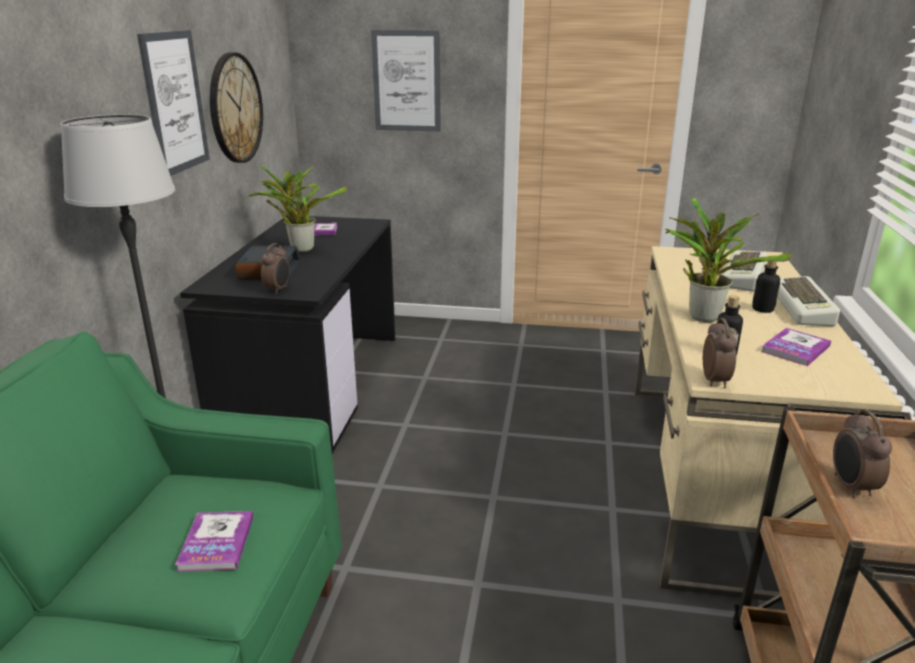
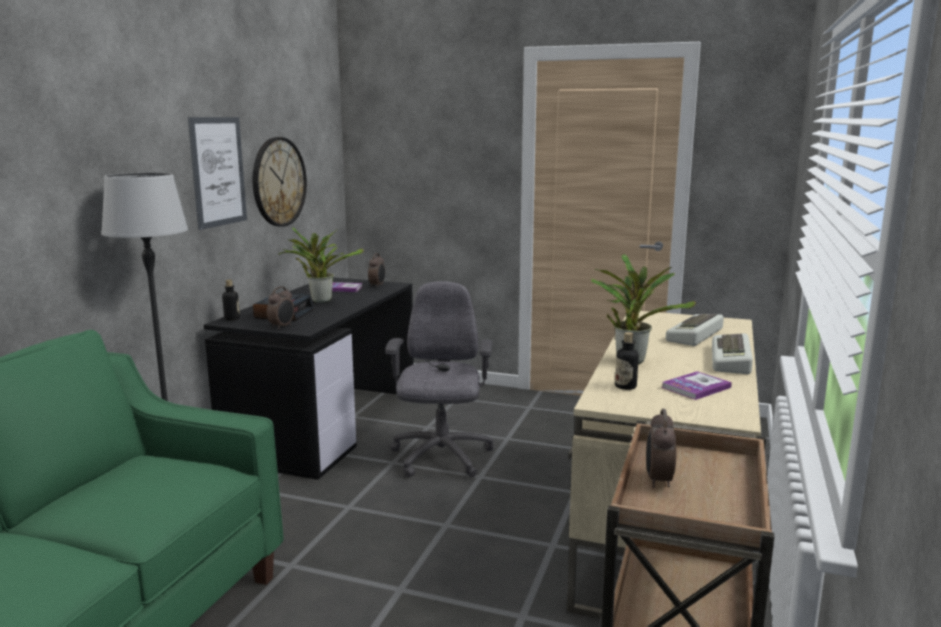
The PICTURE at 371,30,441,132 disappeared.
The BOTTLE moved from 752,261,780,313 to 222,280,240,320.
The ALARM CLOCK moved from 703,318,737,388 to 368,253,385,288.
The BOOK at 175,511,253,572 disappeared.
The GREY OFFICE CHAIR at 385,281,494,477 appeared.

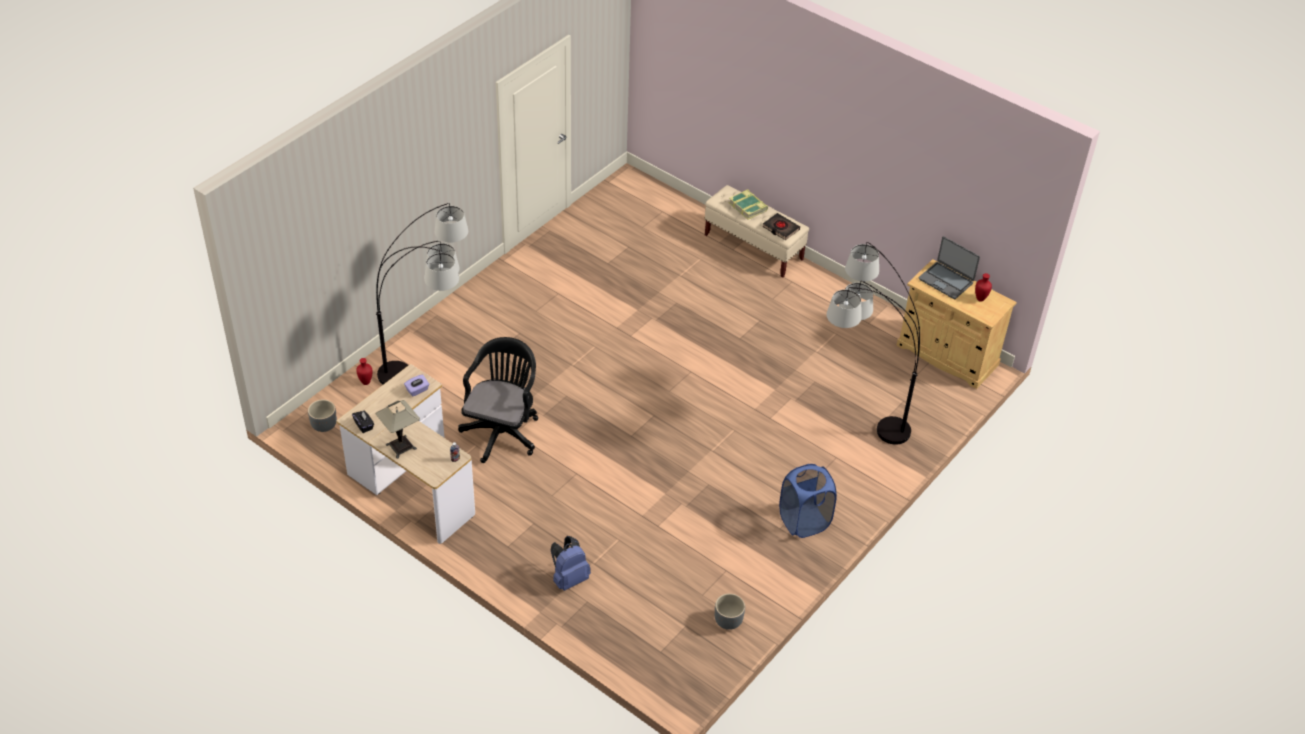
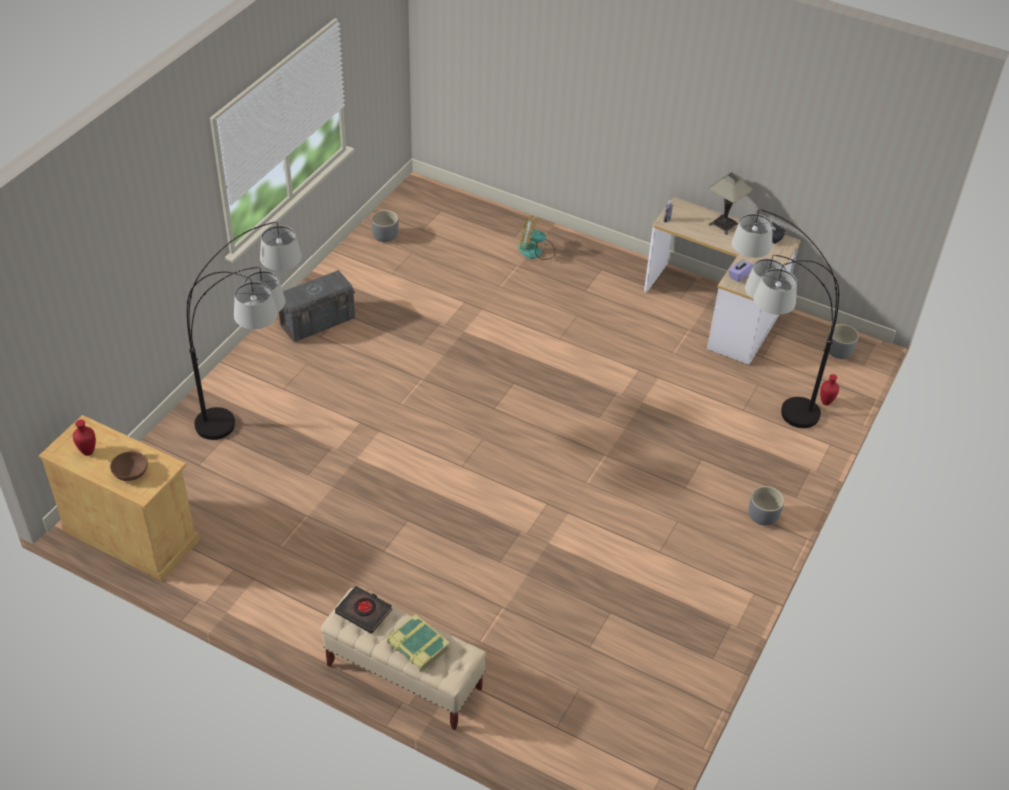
The LAPTOP at 919,236,980,299 was replaced by the BROWN BOWL at 110,451,148,481.
The BLACK OFFICE CHAIR at 458,337,538,463 disappeared.
The BLUE LAUNDRY BASKET at 779,464,837,538 was replaced by the GREY STORAGE BOX at 279,270,355,342.
The BLUE BACKPACK at 551,536,591,591 was replaced by the FAN at 518,215,555,260.
The GREY PLANTER at 748,486,784,526 appeared.

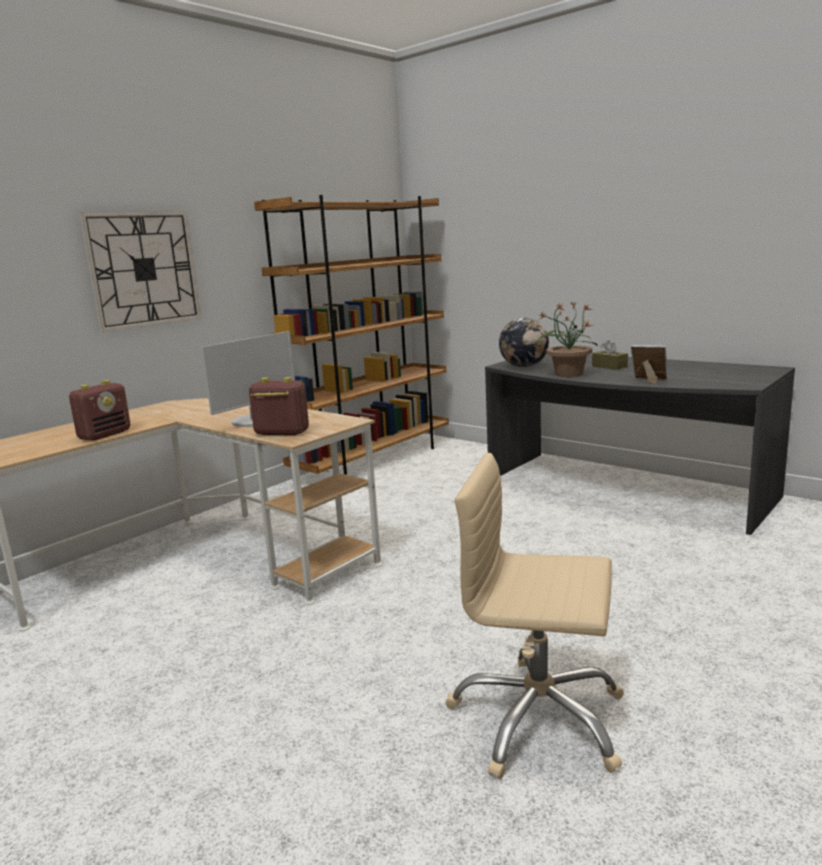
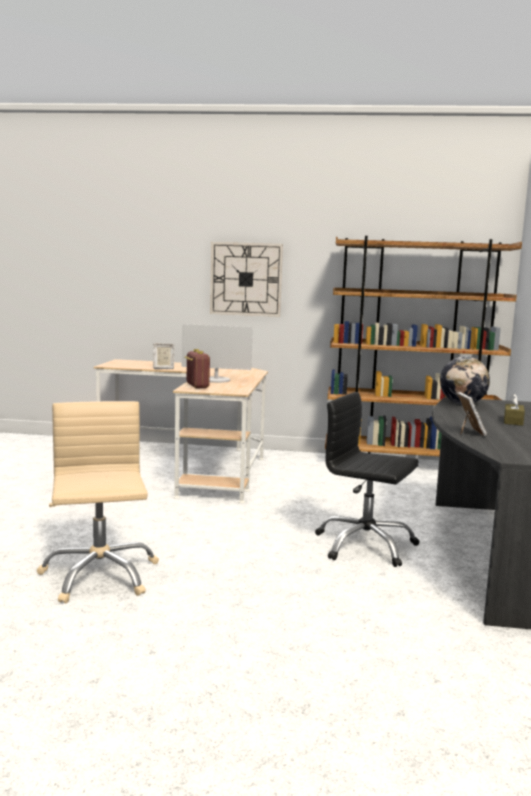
The POTTED PLANT at 538,302,597,377 disappeared.
The RADIO at 69,380,131,441 was replaced by the PICTURE FRAME at 153,343,175,369.
The BLACK OFFICE CHAIR at 315,392,419,567 appeared.

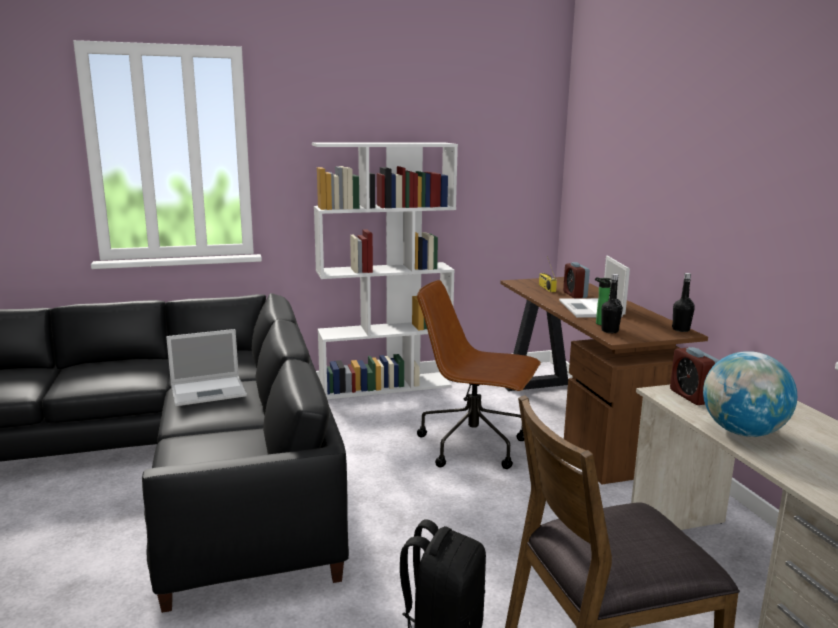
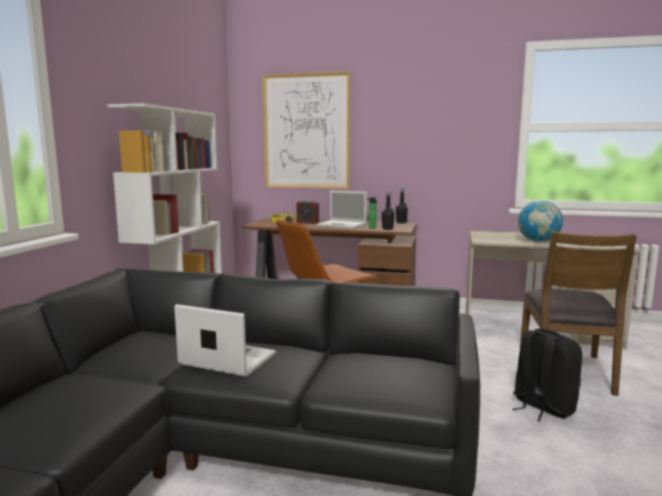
The LAPTOP at 166,329,247,406 turned 75 degrees counterclockwise.
The ALARM CLOCK at 670,347,719,405 disappeared.
The PICTURE at 262,72,351,189 appeared.

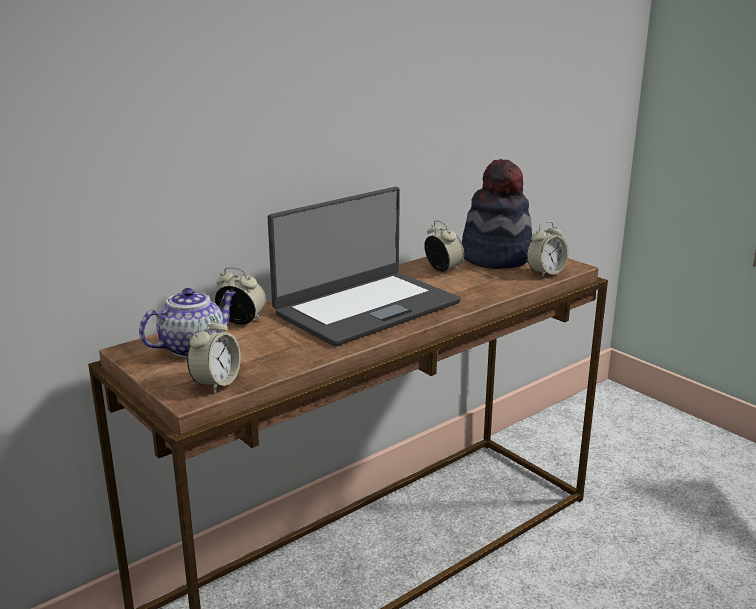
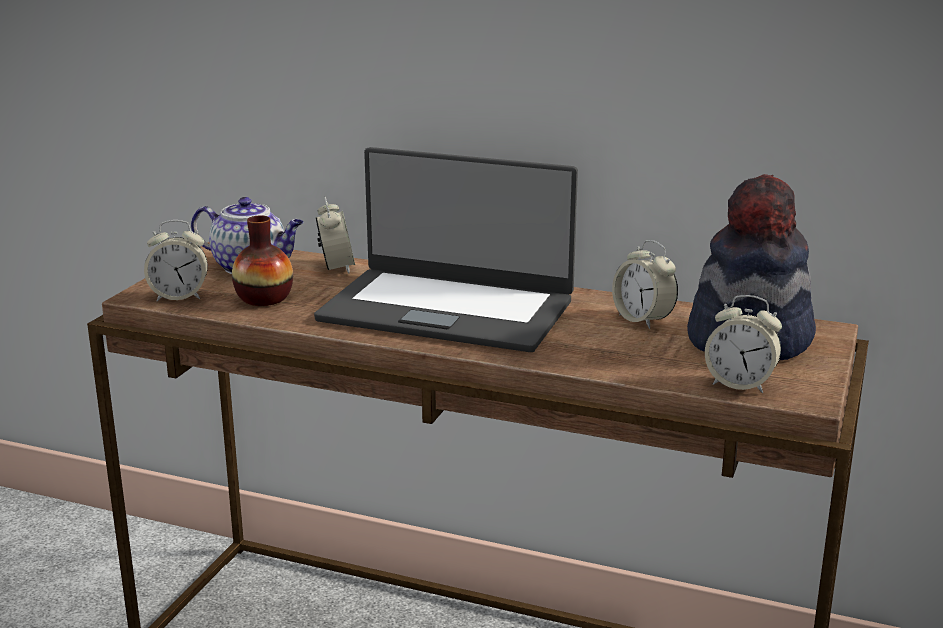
The ALARM CLOCK at 424,221,464,272 turned 120 degrees clockwise.
The VASE at 232,215,293,306 appeared.

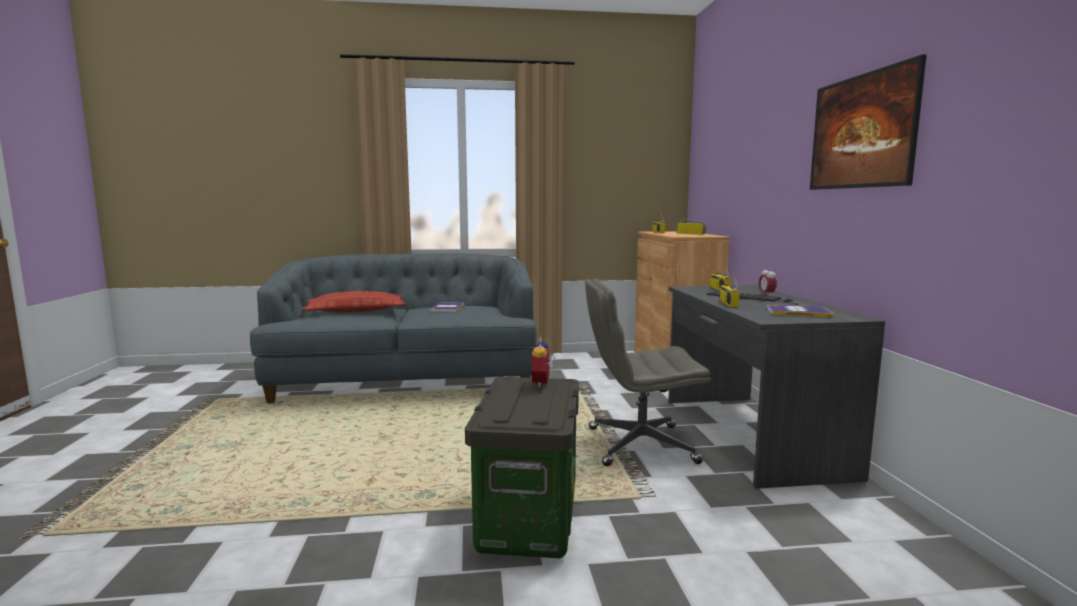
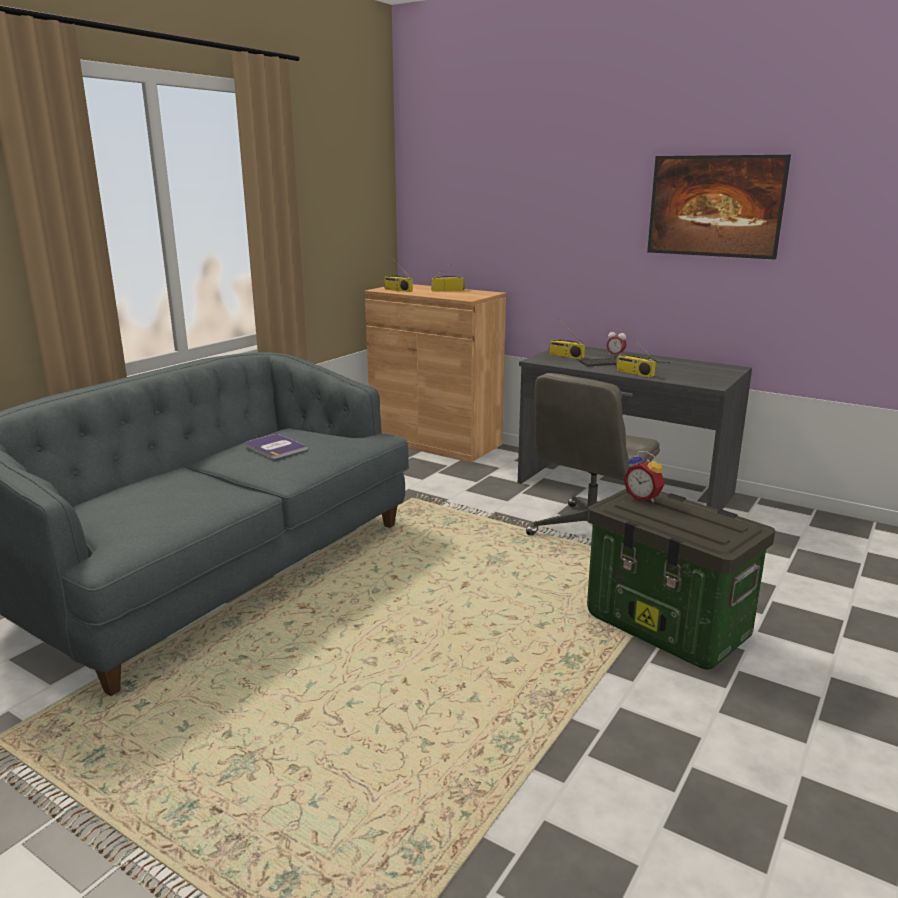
The PILLOW at 302,291,407,312 disappeared.
The BOOK at 767,304,834,317 disappeared.

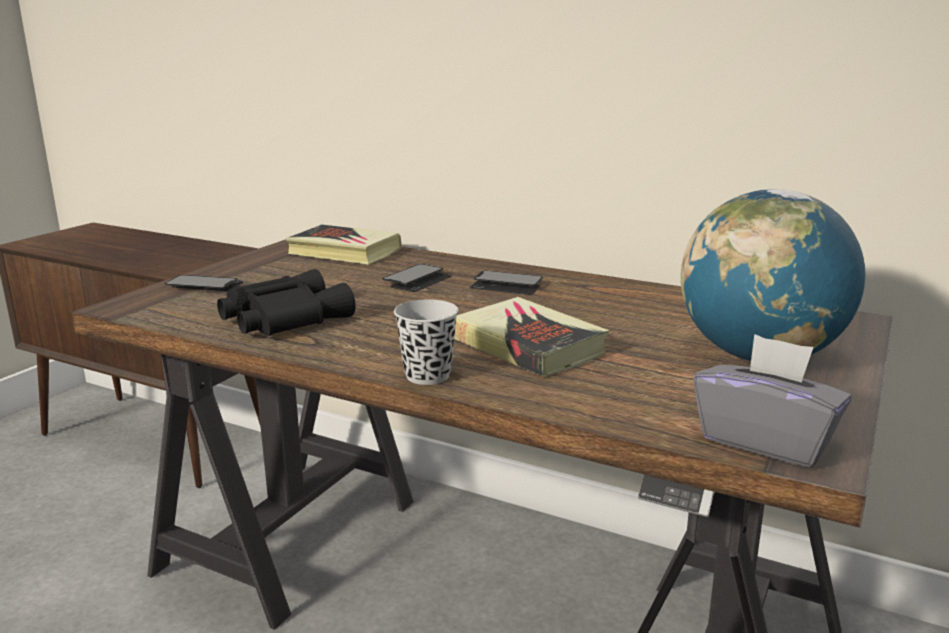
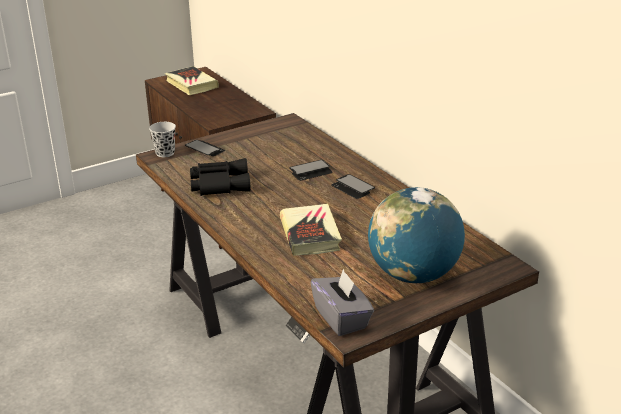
The BOOK moved from 285,225,402,265 to 165,66,219,95.
The BLACK CUP moved from 394,299,459,385 to 149,122,176,157.

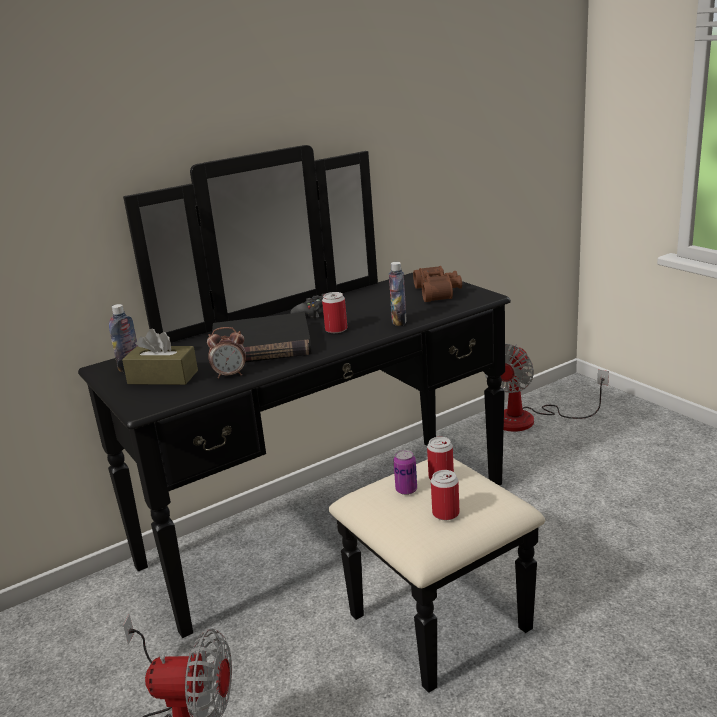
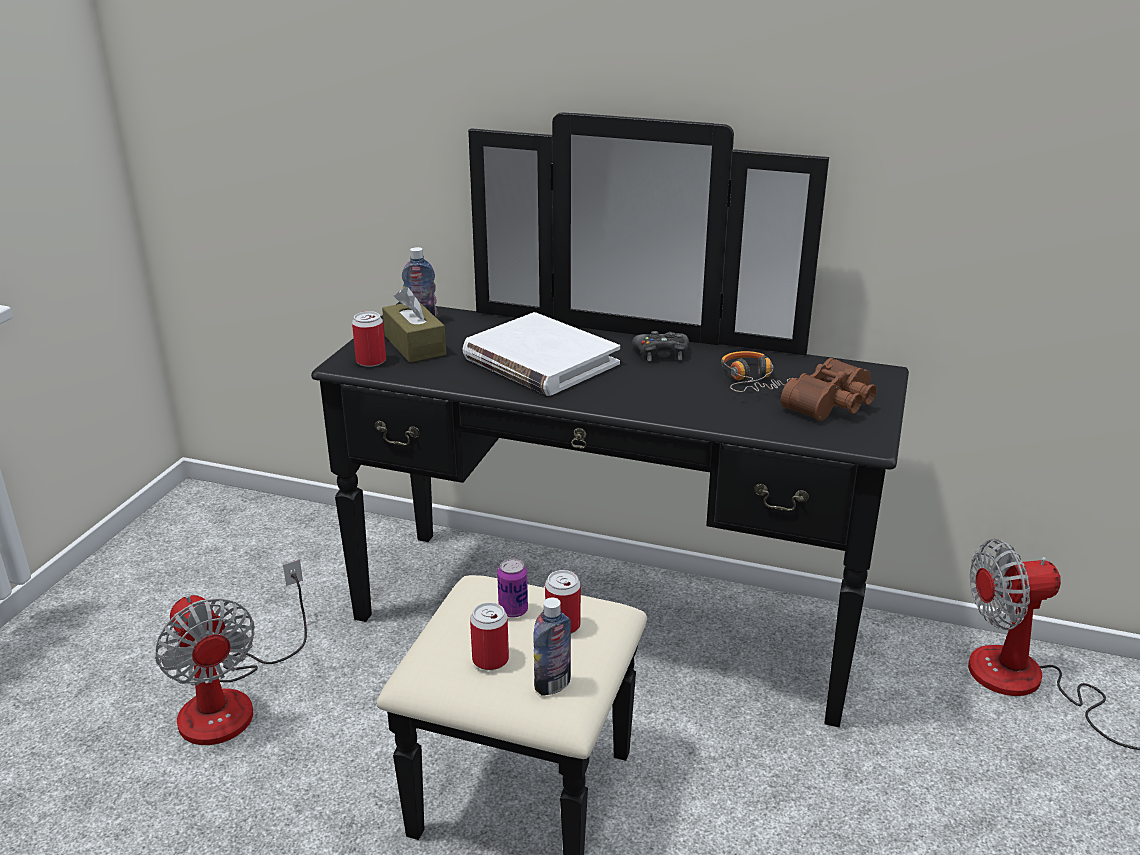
The BOTTLE moved from 389,262,407,326 to 534,597,571,696.
The CAN moved from 322,292,347,333 to 352,311,386,367.
The BLACK BOOK at 212,312,312,363 became the WHITE BOOK at 463,312,620,396.
The ALARM CLOCK at 207,327,246,378 disappeared.
The HEADPHONES at 721,351,797,392 appeared.

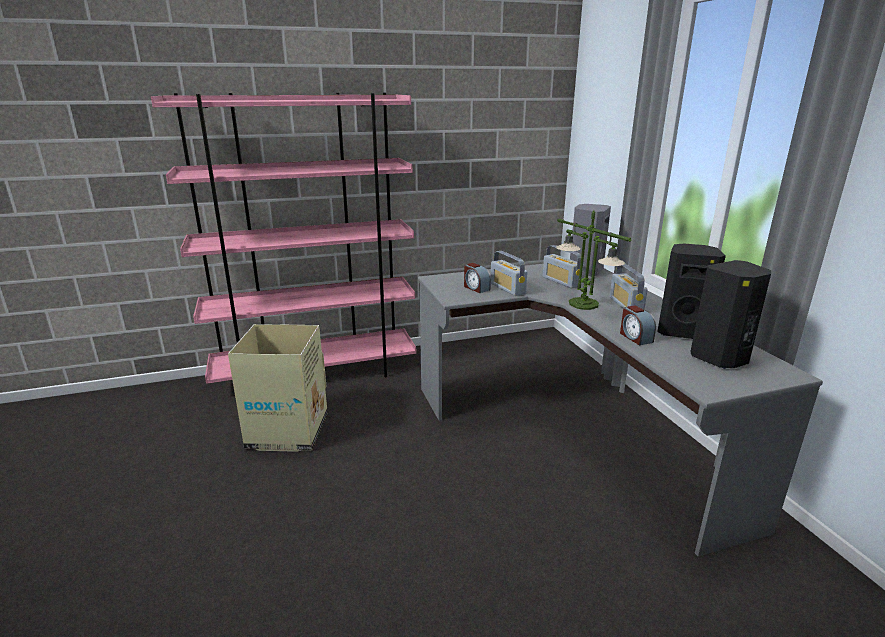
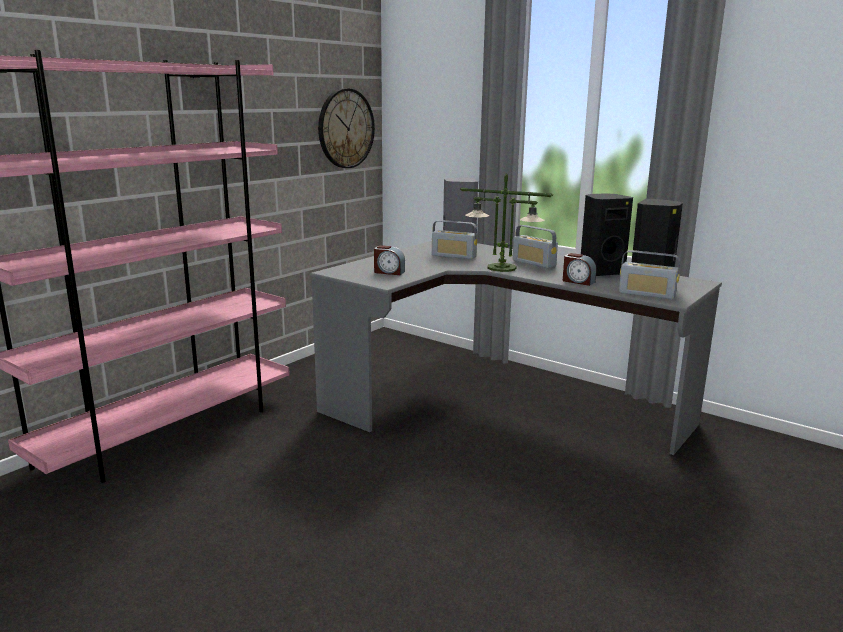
The RADIO moved from 491,251,528,296 to 619,250,680,300.
The CARDBOARD BOX at 228,324,328,452 disappeared.
The WALL CLOCK at 318,88,375,168 appeared.

